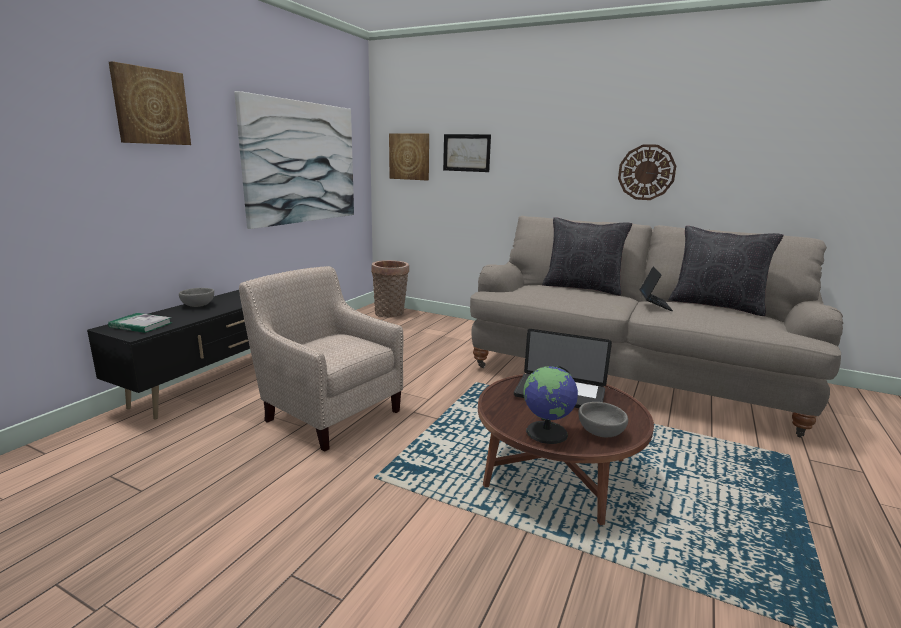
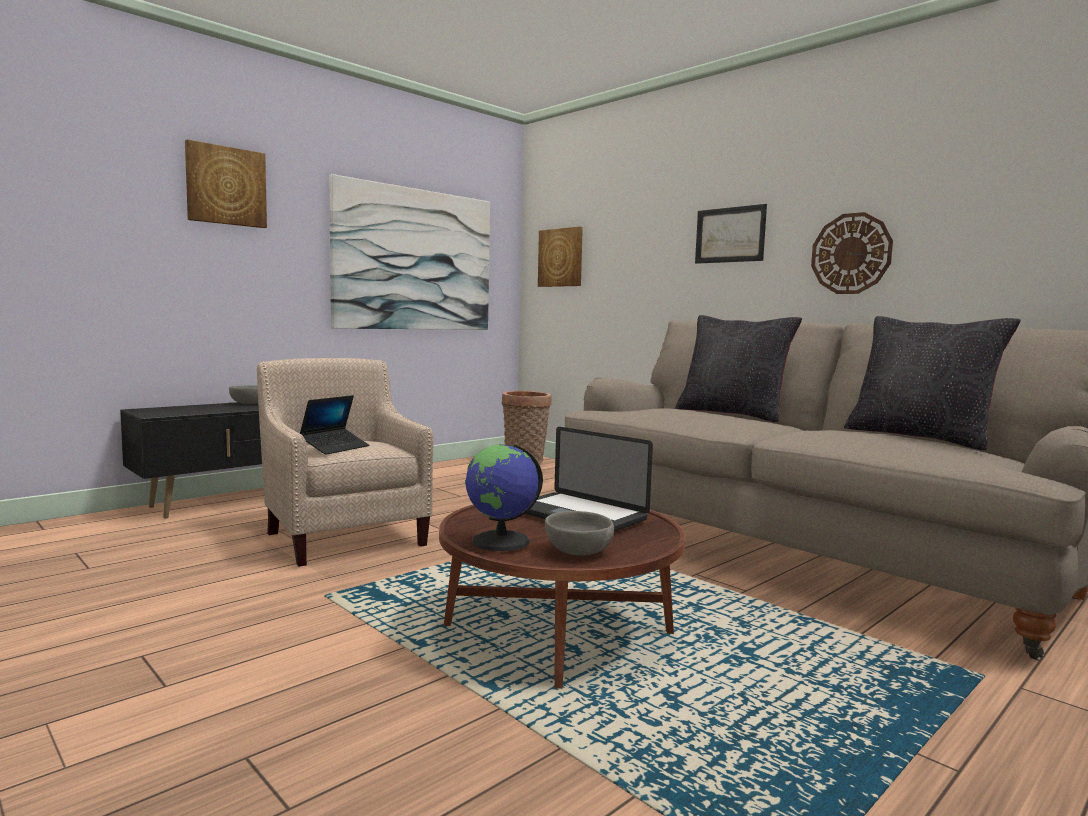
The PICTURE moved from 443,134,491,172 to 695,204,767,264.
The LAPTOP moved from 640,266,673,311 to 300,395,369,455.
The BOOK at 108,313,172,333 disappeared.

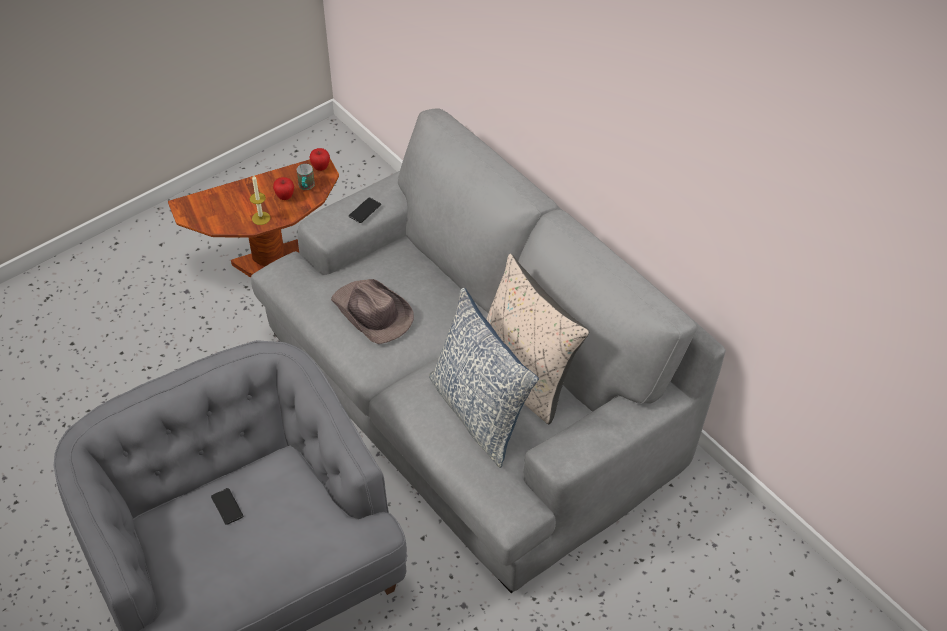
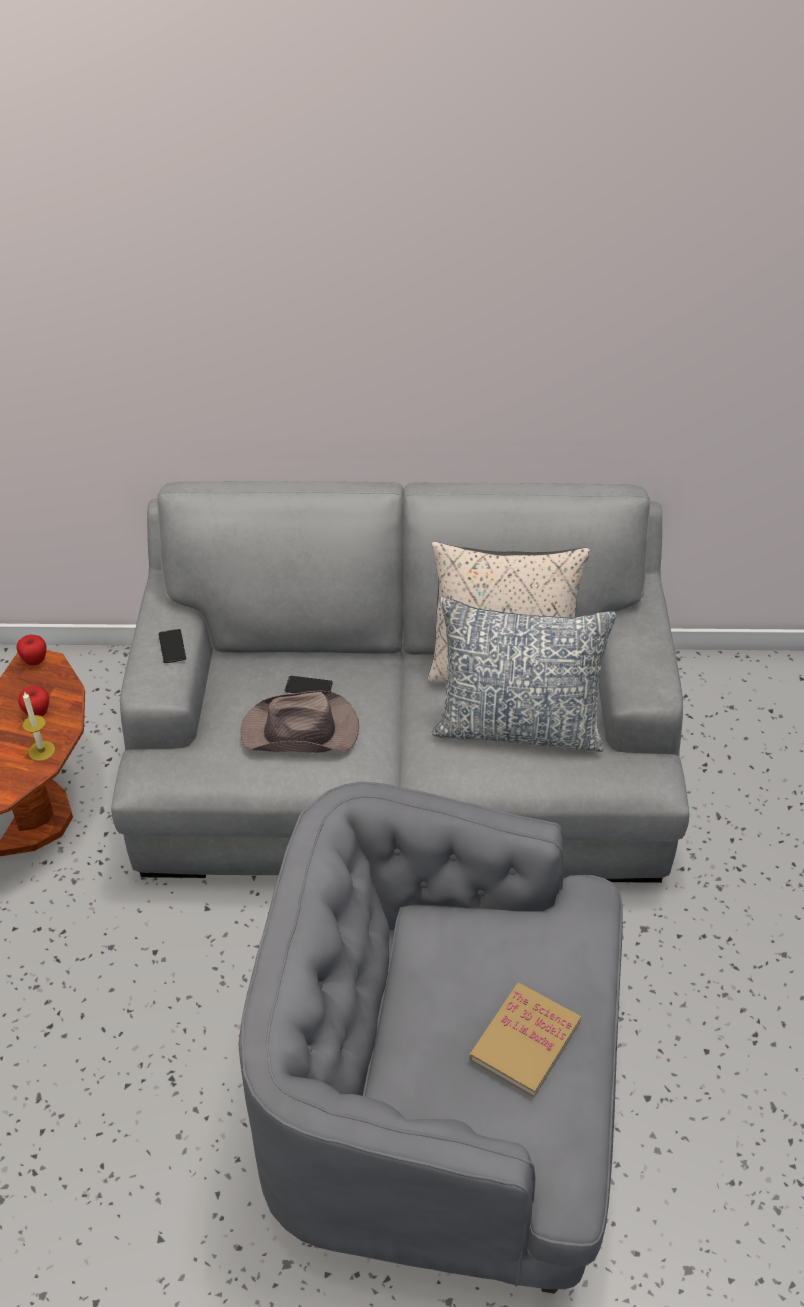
The MUG at 297,164,315,190 disappeared.
The PHONE moved from 211,488,243,525 to 285,676,333,693.
The BOOK at 469,983,581,1097 appeared.

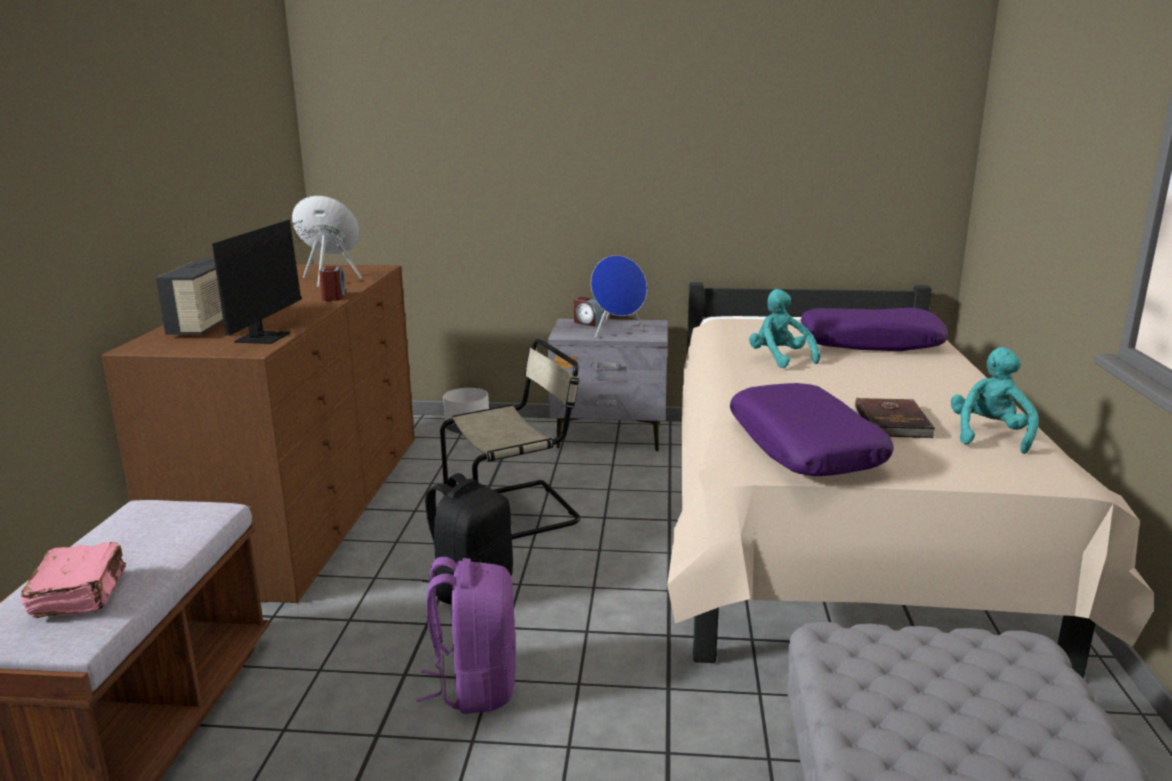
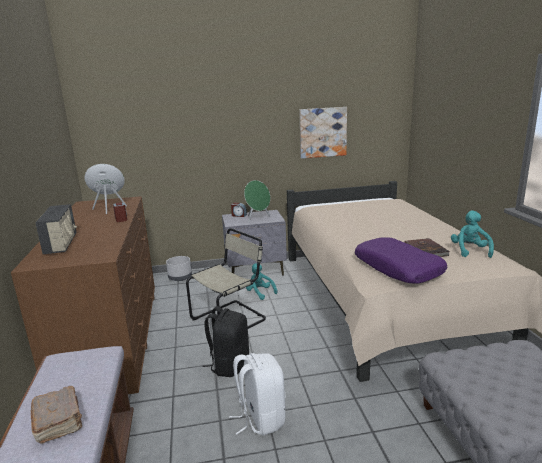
The MONITOR at 212,220,312,344 disappeared.
The BLUE SPEAKER at 591,255,647,337 became the GREEN SPEAKER at 244,180,270,223.
The TURQUOISE PLUSH TOY moved from 749,289,820,368 to 246,263,278,300.
The PURPLE PILLOW at 801,308,948,351 disappeared.
The PINK BOOK at 21,542,126,618 became the BROWN BOOK at 30,386,82,444.
The PURPLE BACKPACK at 417,557,516,714 became the WHITE BACKPACK at 229,353,286,436.
The PICTURE at 300,107,347,159 appeared.

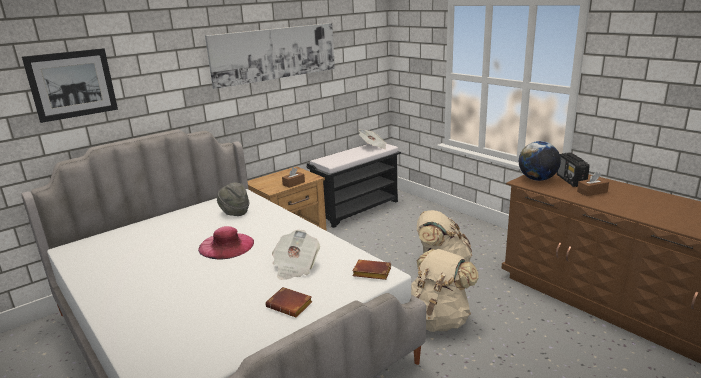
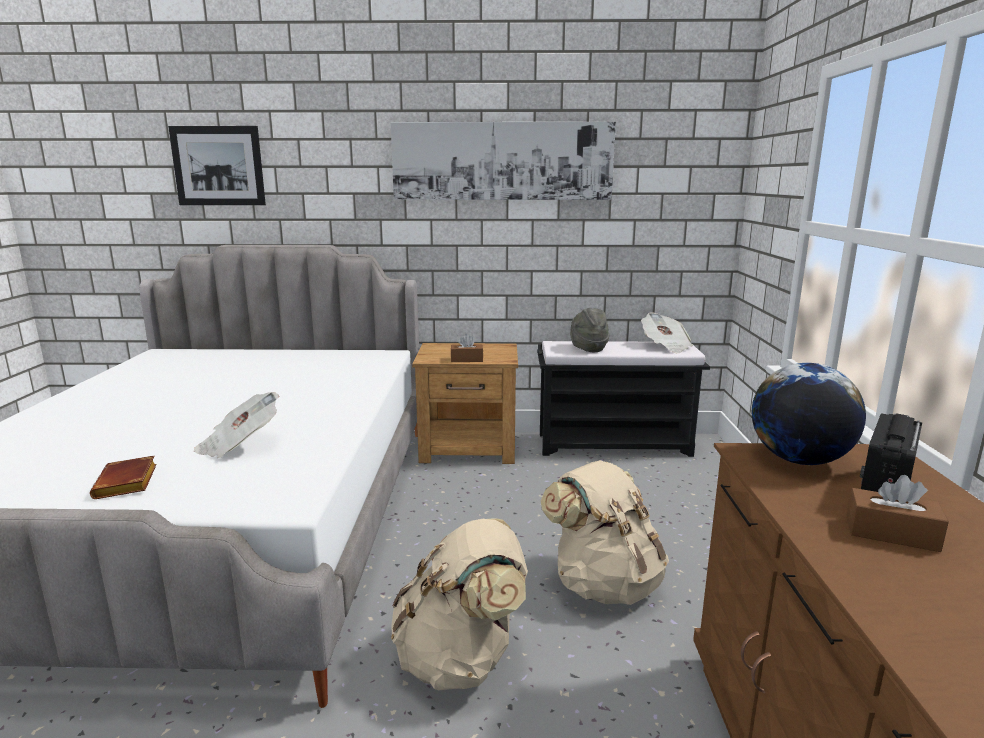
The GREY HAT moved from 217,182,249,216 to 570,308,609,352.
The PINK HAT at 198,226,254,260 disappeared.
The BROWN BOOK at 353,260,391,280 disappeared.

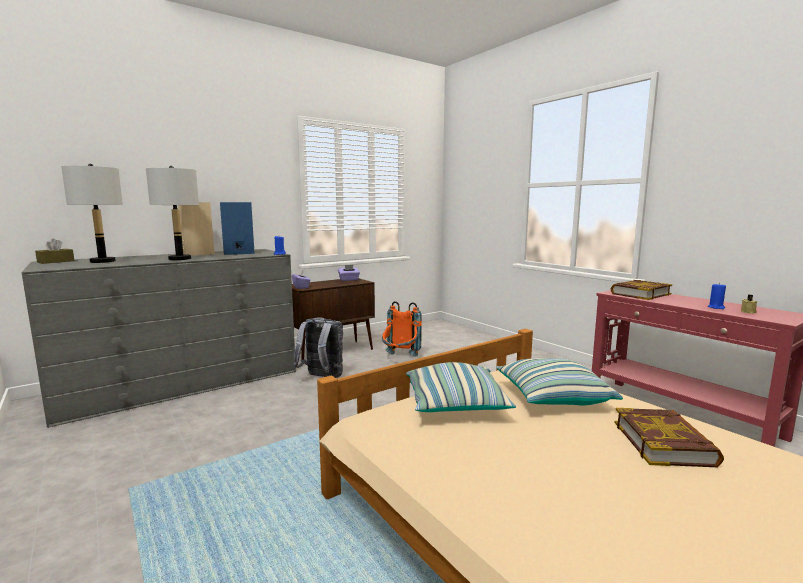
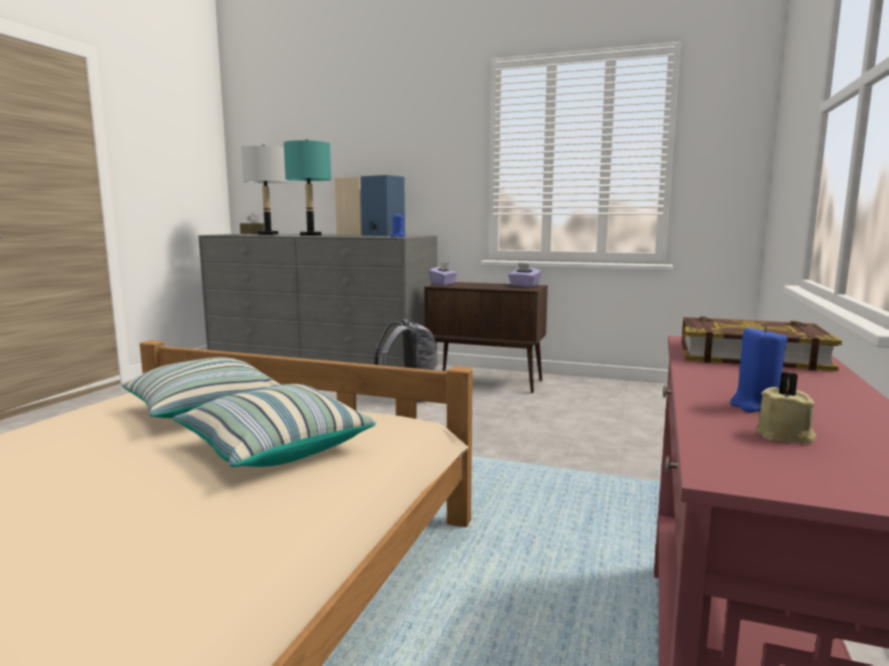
The GREY TABLE LAMP at 146,166,199,260 became the TURQUOISE TABLE LAMP at 284,139,331,236.
The ORANGE BACKPACK at 382,301,422,356 disappeared.
The BOOK at 615,408,724,467 disappeared.

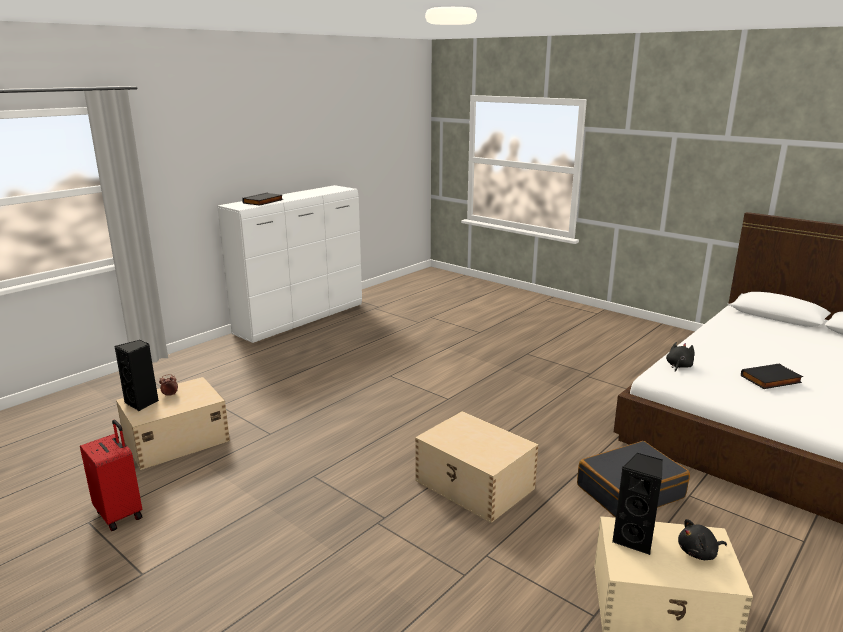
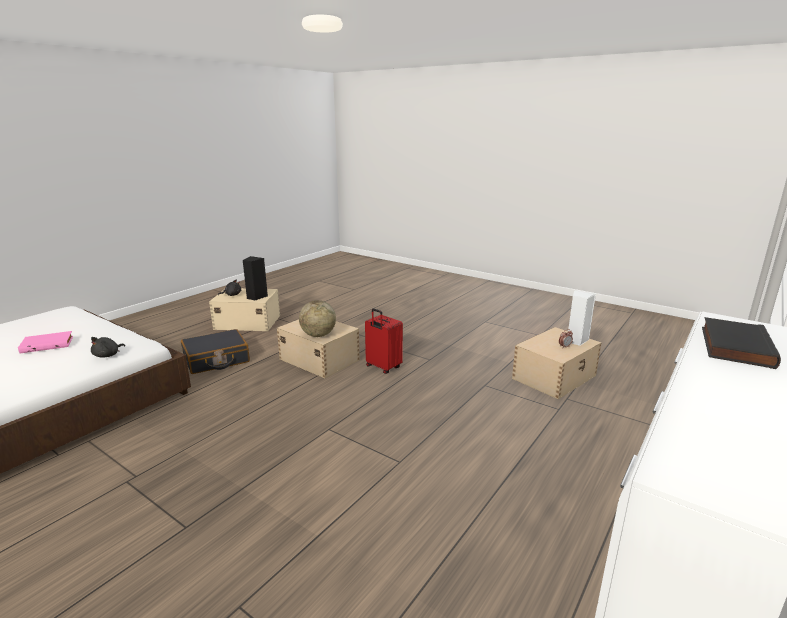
The BLACK SPEAKER at 114,340,159,411 became the WHITE SPEAKER at 568,290,596,346.
The BLACK BOOK at 741,364,803,389 became the PINK BOOK at 18,331,73,353.
The RED SUITCASE moved from 80,420,142,531 to 365,309,403,374.
The GLOBE at 299,300,336,337 appeared.

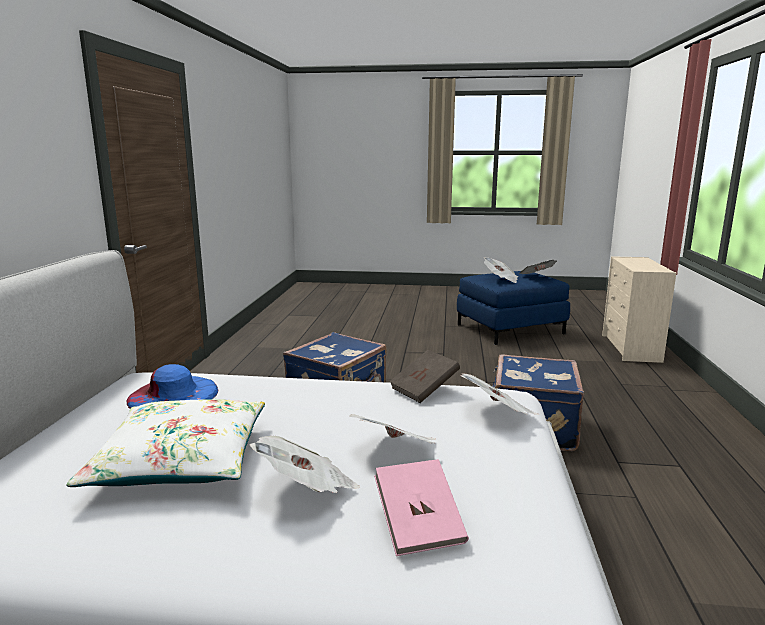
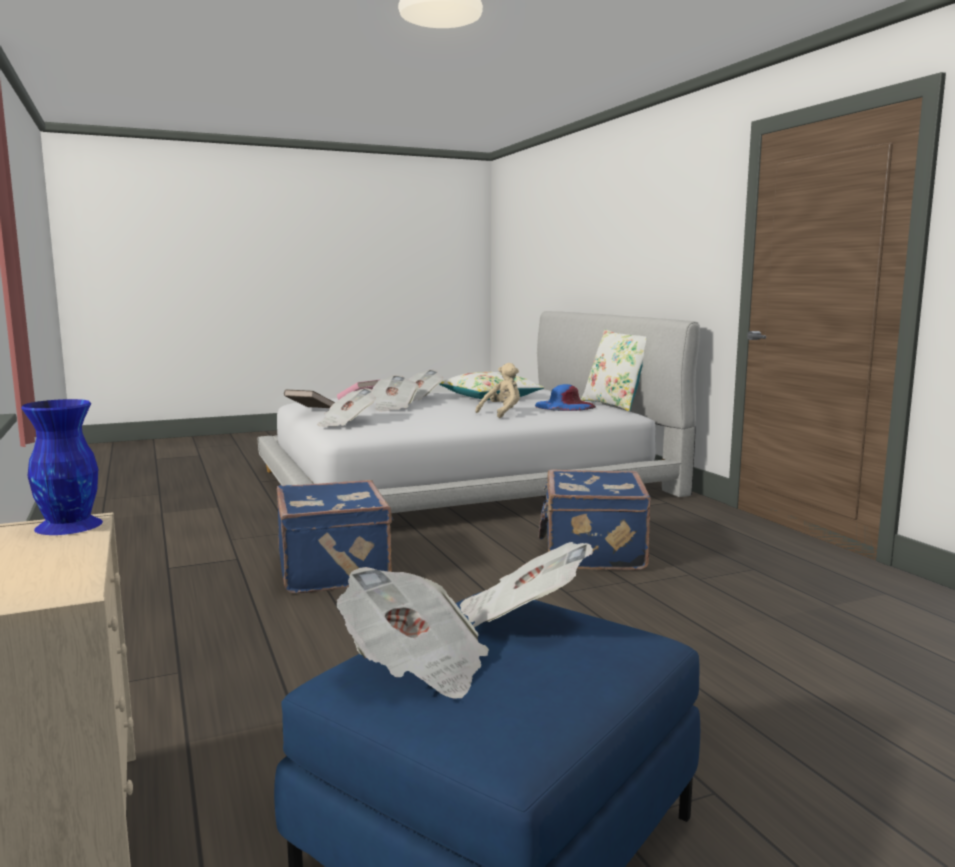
The BROWN BOOK moved from 389,350,460,403 to 284,389,335,408.
The WHITE PILLOW at 581,329,646,412 appeared.
The BEIGE PLUSH TOY at 475,363,520,418 appeared.
The BLUE VASE at 21,399,103,535 appeared.

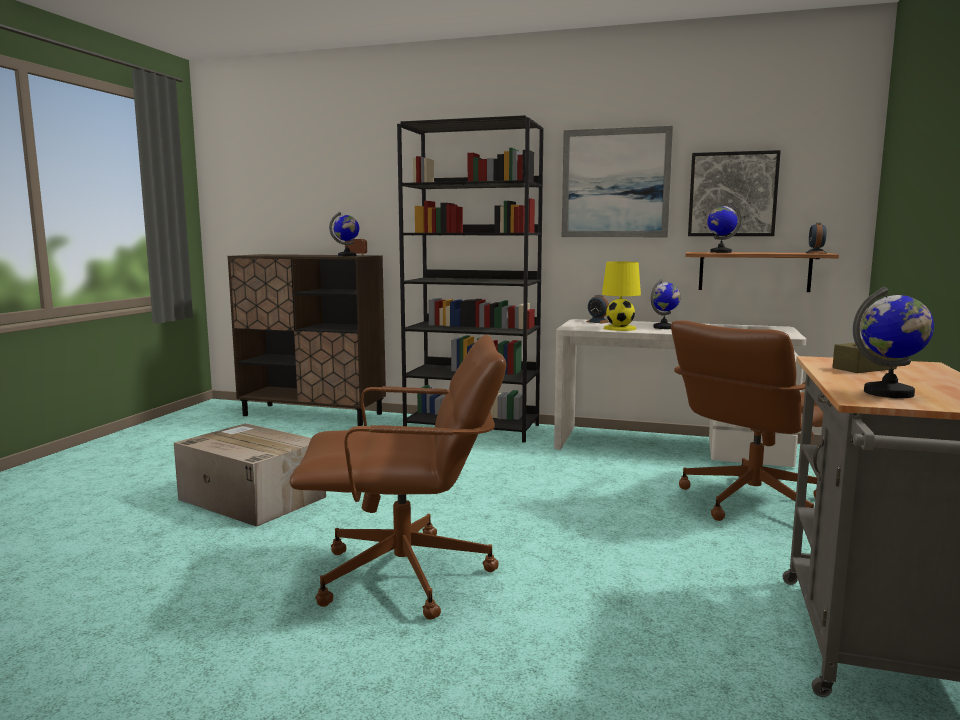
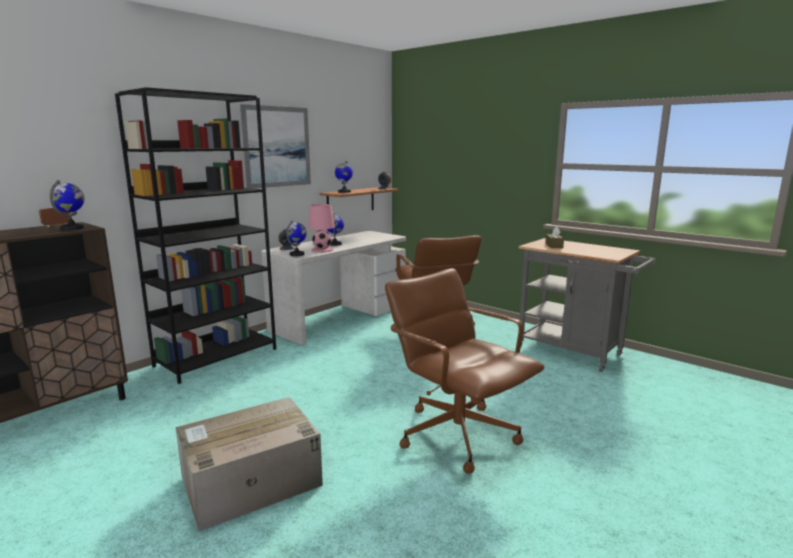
The PICTURE at 688,150,781,236 disappeared.
The YELLOW TABLE LAMP at 602,262,641,331 became the PINK TABLE LAMP at 308,204,335,253.
The GLOBE moved from 853,287,934,398 to 286,221,307,256.
The BROWN OFFICE CHAIR at 289,335,506,620 turned 60 degrees counterclockwise.

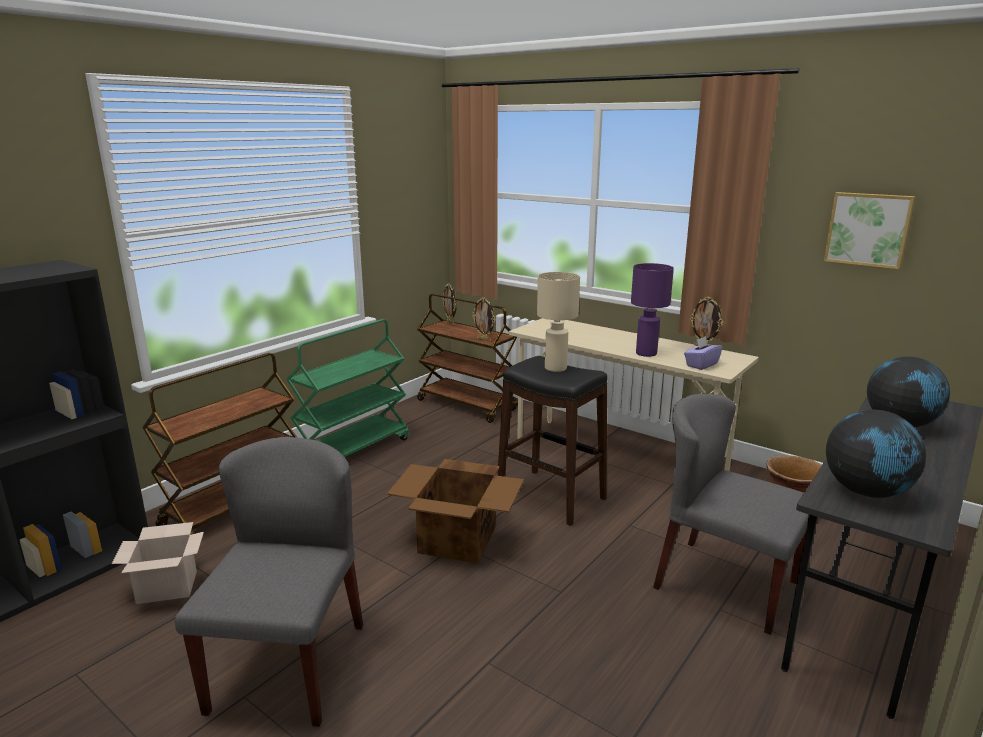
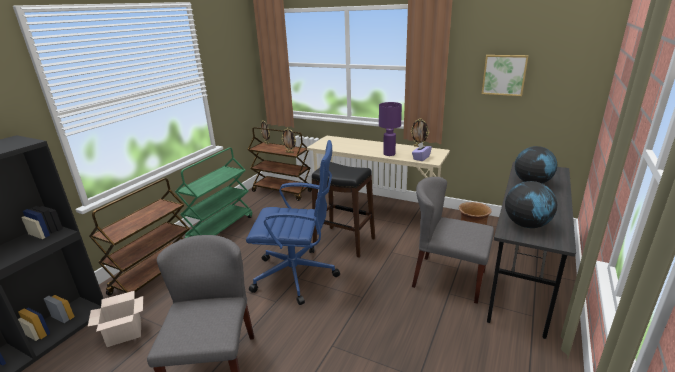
The BEIGE TABLE LAMP at 537,272,580,372 disappeared.
The CARDBOARD BOX at 387,459,524,563 was replaced by the BLUE OFFICE CHAIR at 246,140,340,305.

